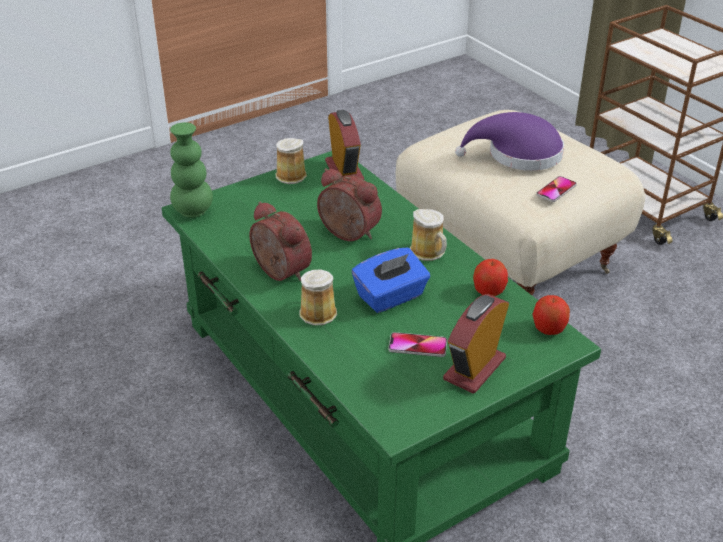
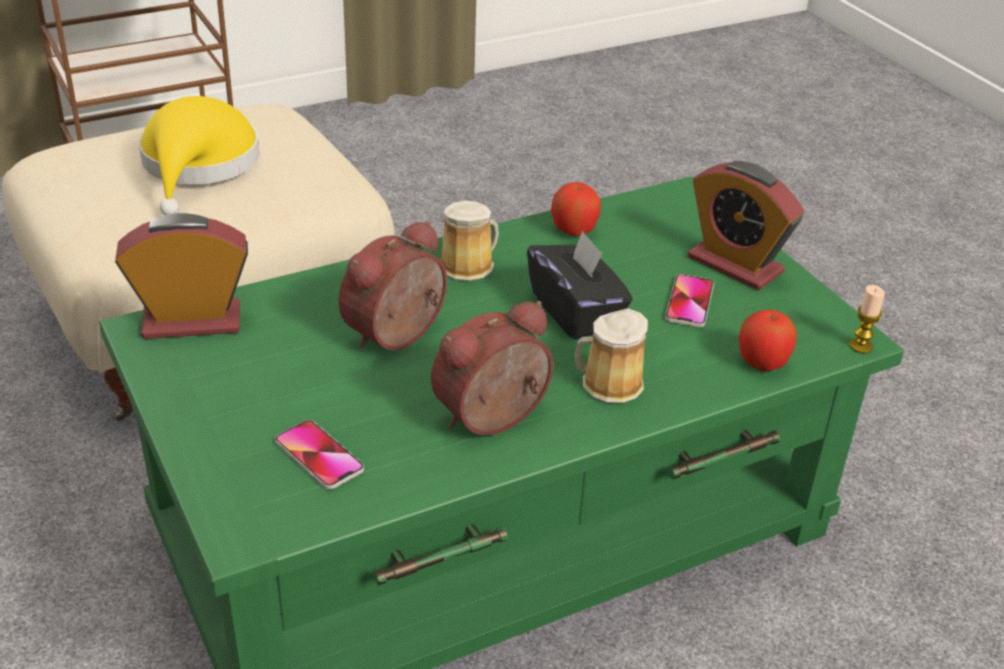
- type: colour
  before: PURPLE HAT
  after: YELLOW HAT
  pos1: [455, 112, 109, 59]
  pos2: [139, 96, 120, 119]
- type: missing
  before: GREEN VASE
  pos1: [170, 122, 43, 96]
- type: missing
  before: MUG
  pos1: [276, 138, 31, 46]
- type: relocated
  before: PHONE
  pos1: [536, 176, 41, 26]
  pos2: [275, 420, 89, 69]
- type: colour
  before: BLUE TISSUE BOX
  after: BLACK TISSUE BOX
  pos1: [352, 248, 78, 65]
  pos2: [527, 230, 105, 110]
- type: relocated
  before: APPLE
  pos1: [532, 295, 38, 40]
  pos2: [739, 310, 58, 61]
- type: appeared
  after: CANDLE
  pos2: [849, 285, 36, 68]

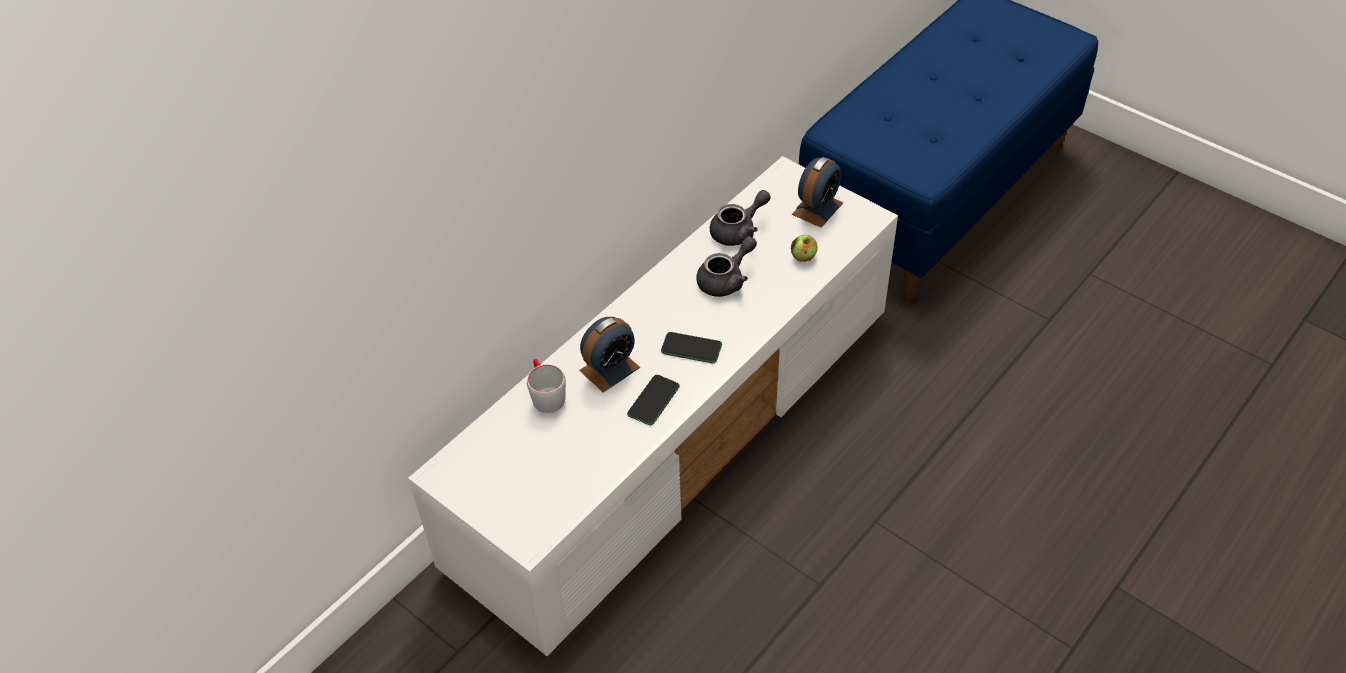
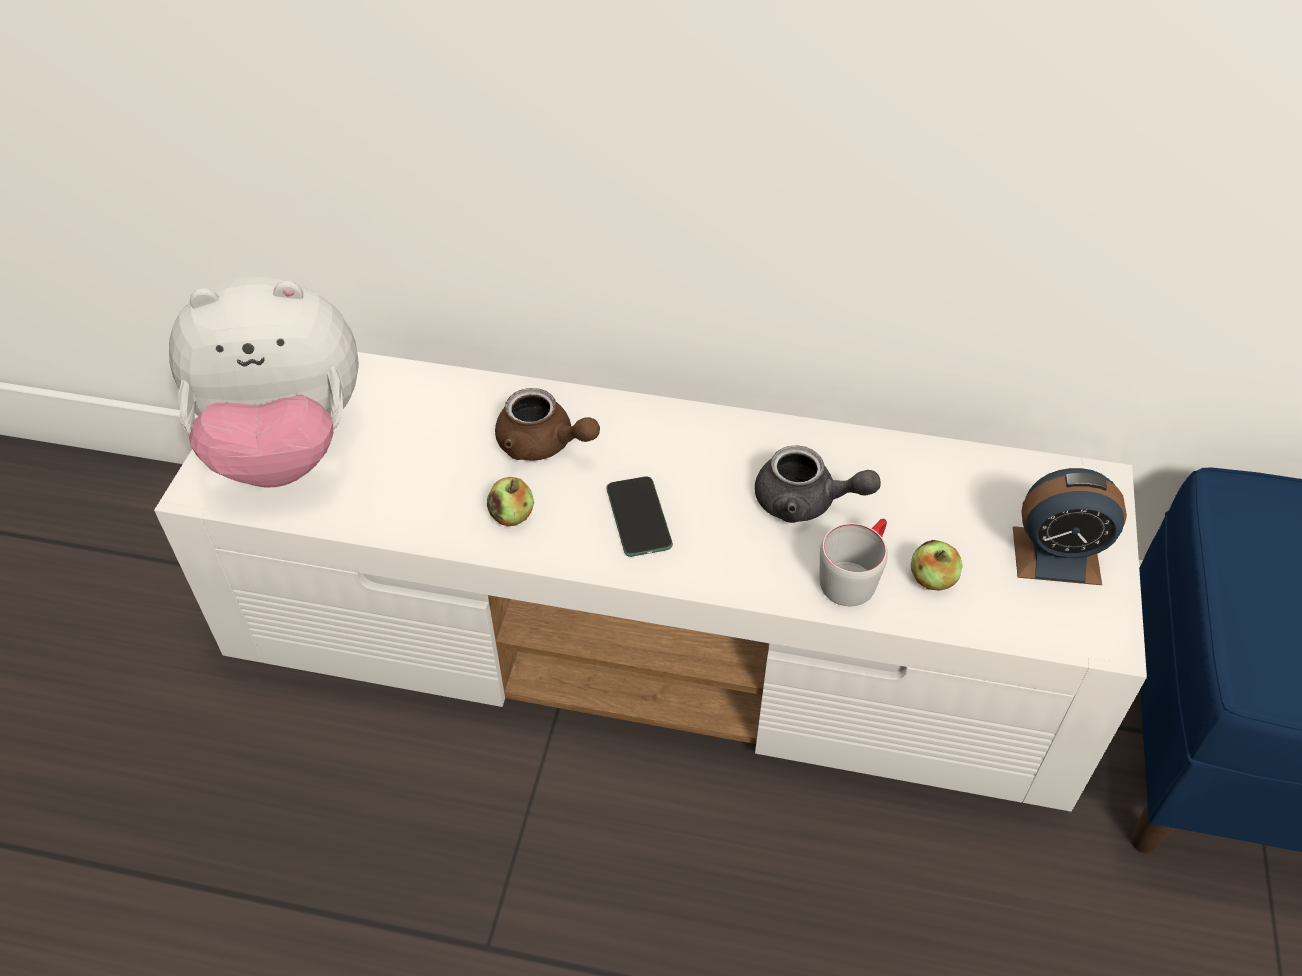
- type: missing
  before: GREY TEAPOT
  pos1: [710, 190, 61, 56]
- type: exchanged
  before: ALARM CLOCK
  after: BROWN TEAPOT
  pos1: [579, 317, 61, 75]
  pos2: [495, 388, 105, 72]
- type: relocated
  before: GREY MUG
  pos1: [527, 359, 39, 54]
  pos2: [820, 519, 68, 87]
- type: exchanged
  before: PHONE
  after: APPLE
  pos1: [627, 375, 53, 50]
  pos2: [487, 477, 47, 49]
- type: appeared
  after: PLUSH TOY
  pos2: [169, 277, 190, 210]

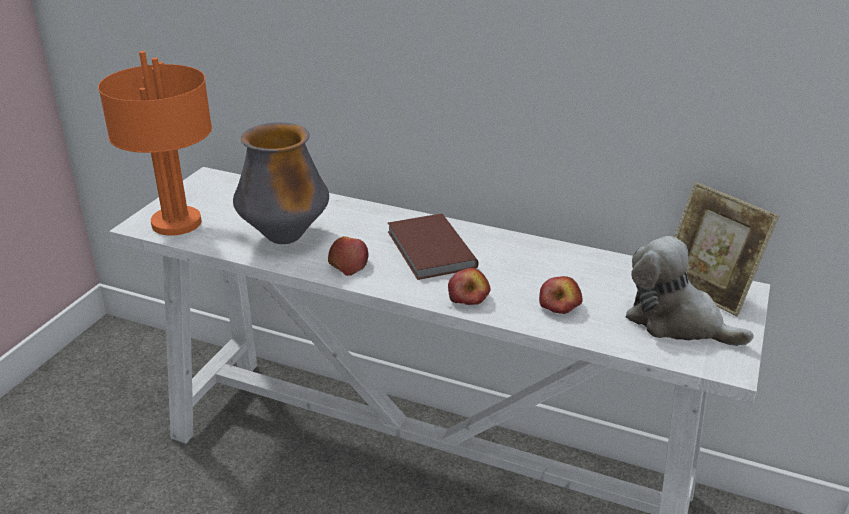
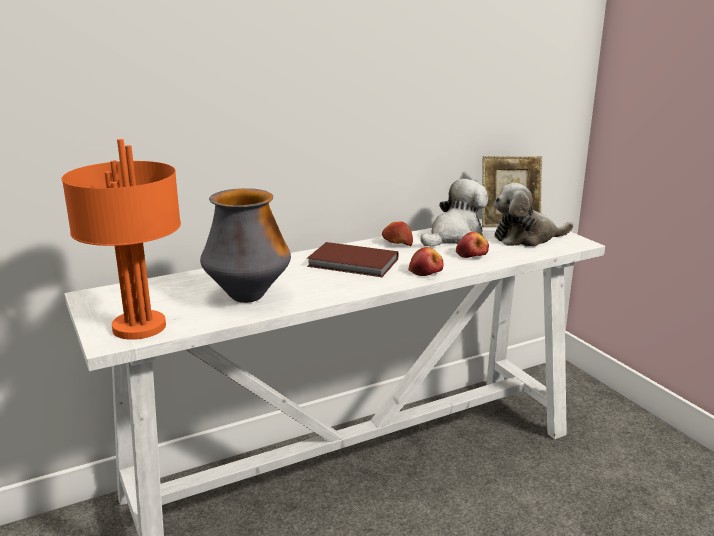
- type: relocated
  before: APPLE
  pos1: [328, 236, 41, 40]
  pos2: [382, 221, 31, 25]
- type: appeared
  after: PLUSH TOY
  pos2: [420, 179, 68, 68]

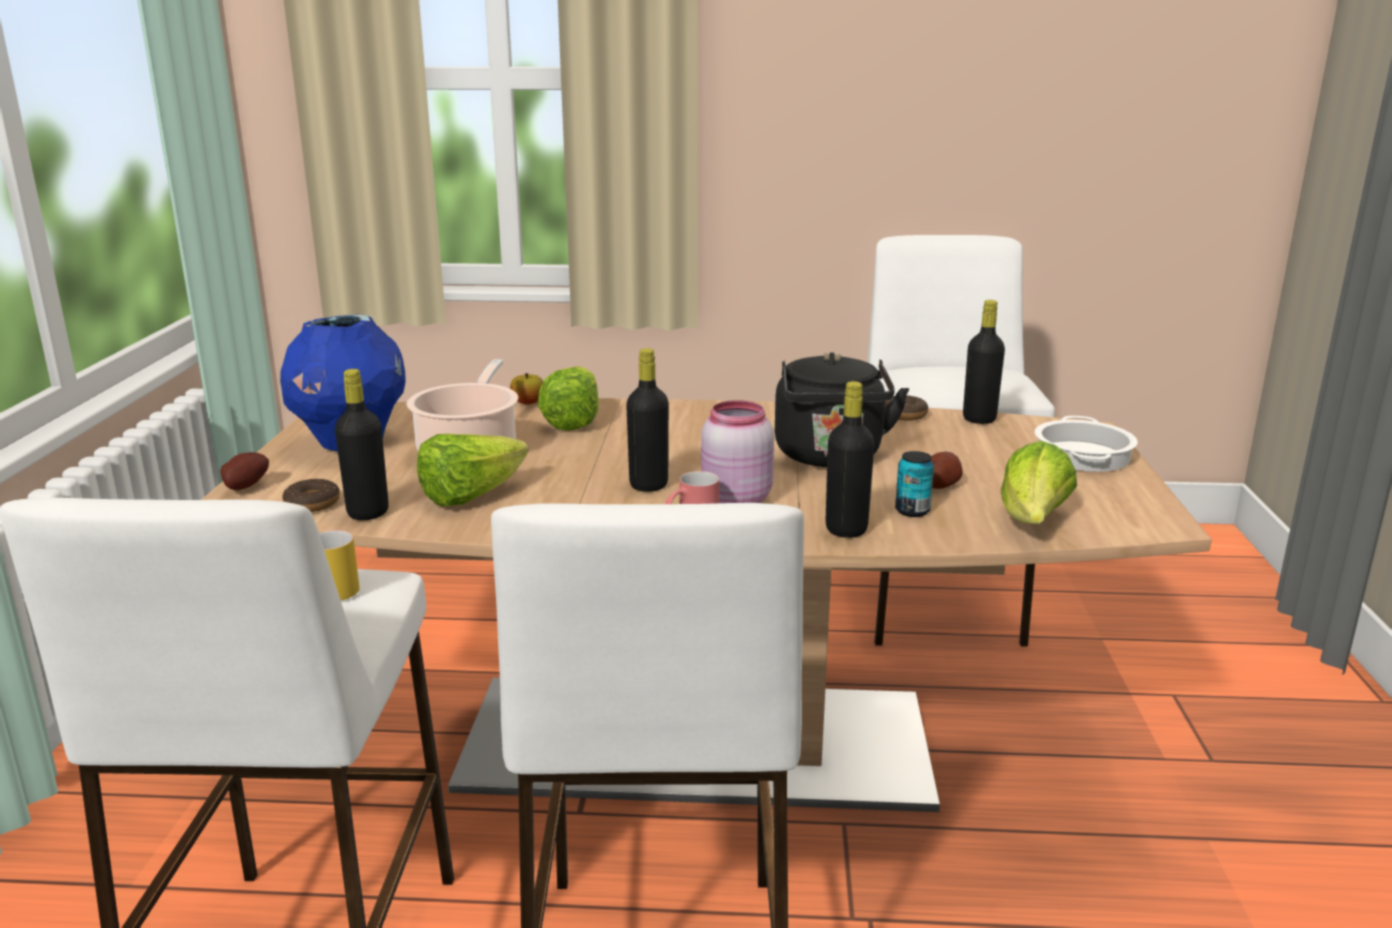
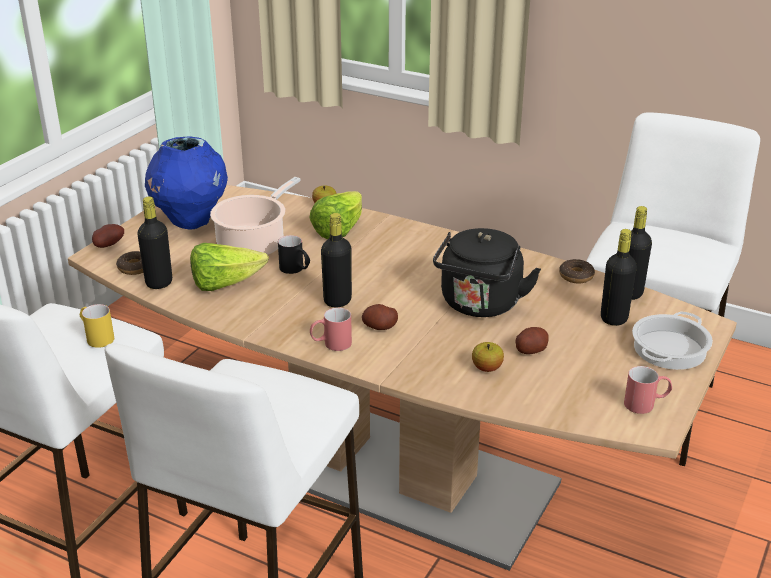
- type: relocated
  before: BLACK BOTTLE
  pos1: [826, 381, 49, 157]
  pos2: [601, 229, 36, 97]
- type: exchanged
  before: PINK JAR
  after: POTATO
  pos1: [701, 400, 73, 103]
  pos2: [362, 304, 36, 26]
- type: missing
  before: LETTUCE
  pos1: [1001, 441, 76, 83]
- type: exchanged
  before: CAN
  after: APPLE
  pos1: [895, 451, 39, 66]
  pos2: [472, 342, 32, 30]
- type: appeared
  after: BLACK MUG
  pos2: [278, 235, 32, 39]
- type: appeared
  after: RED MUG
  pos2: [624, 366, 48, 48]

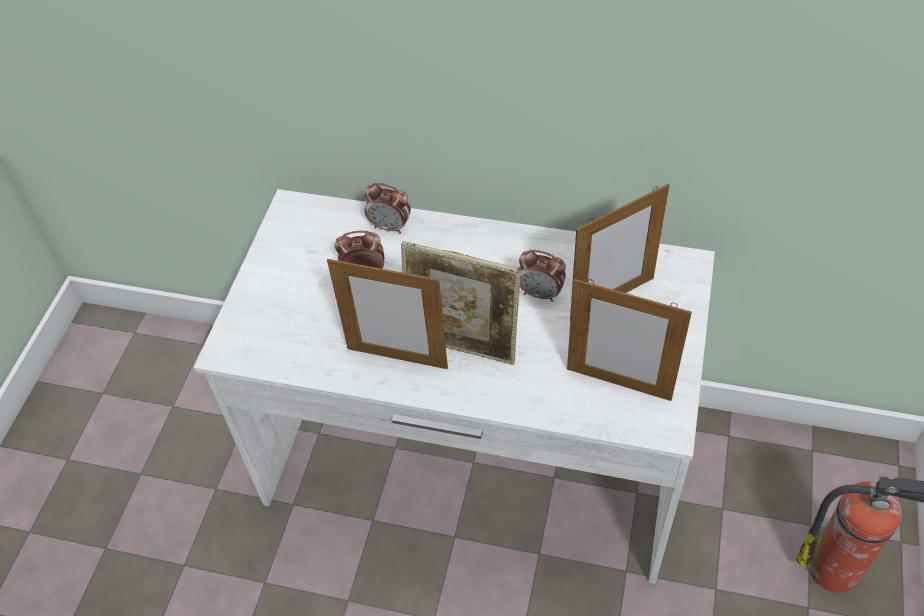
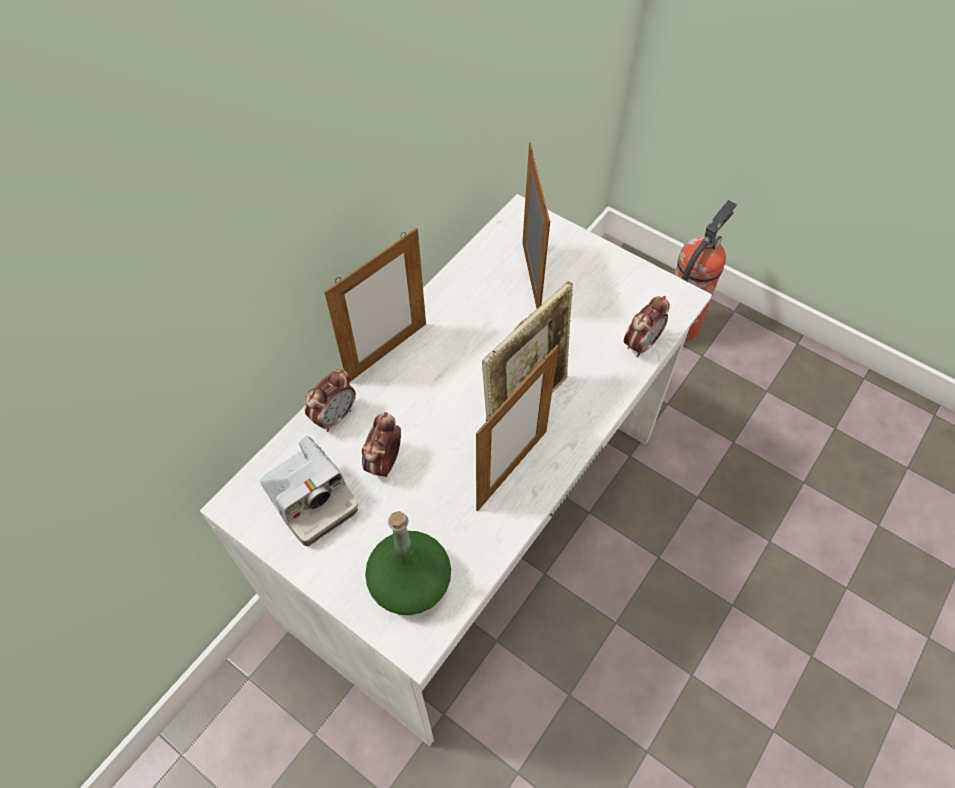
- type: relocated
  before: ALARM CLOCK
  pos1: [519, 250, 47, 52]
  pos2: [624, 296, 46, 62]
- type: relocated
  before: PICTURE FRAME
  pos1: [567, 279, 125, 122]
  pos2: [324, 227, 102, 155]
- type: appeared
  after: PHOTO CAMERA
  pos2: [260, 436, 98, 110]
- type: appeared
  after: GREEN BOTTLE
  pos2: [365, 511, 86, 104]

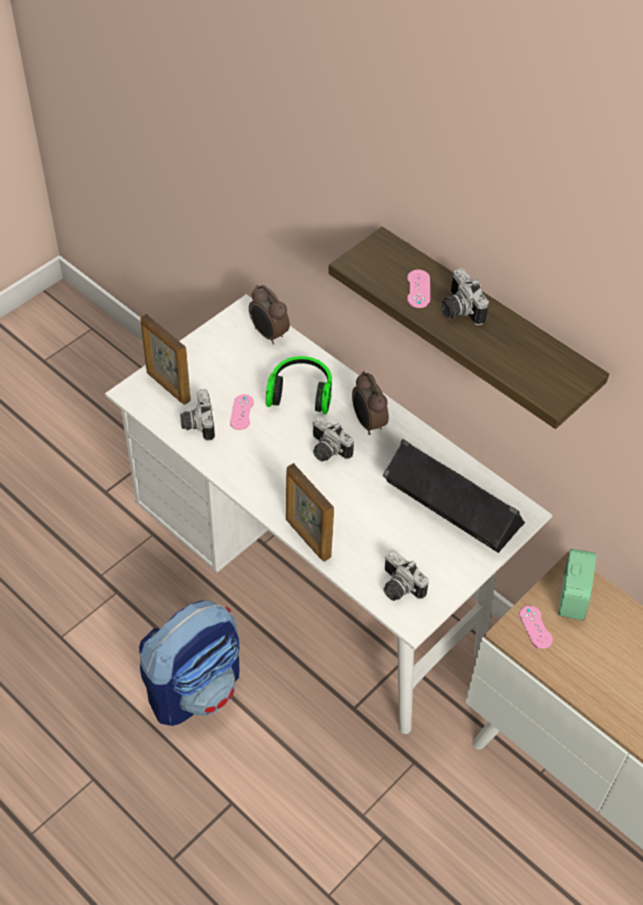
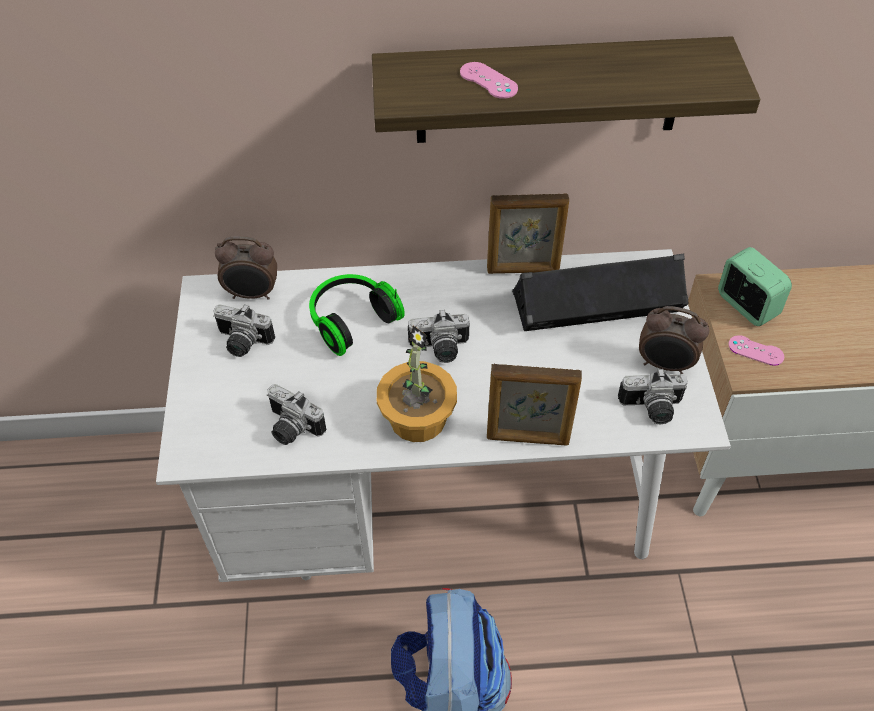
- type: relocated
  before: PHOTO CAMERA
  pos1: [441, 268, 48, 57]
  pos2: [213, 304, 62, 53]
- type: relocated
  before: PICTURE FRAME
  pos1: [140, 314, 51, 91]
  pos2: [487, 194, 82, 80]
- type: relocated
  before: ALARM CLOCK
  pos1: [352, 371, 37, 64]
  pos2: [639, 306, 70, 68]
- type: missing
  before: PINK GAME CONTROLLER
  pos1: [230, 394, 24, 36]
- type: appeared
  after: POTTED PLANT
  pos2: [377, 326, 80, 116]

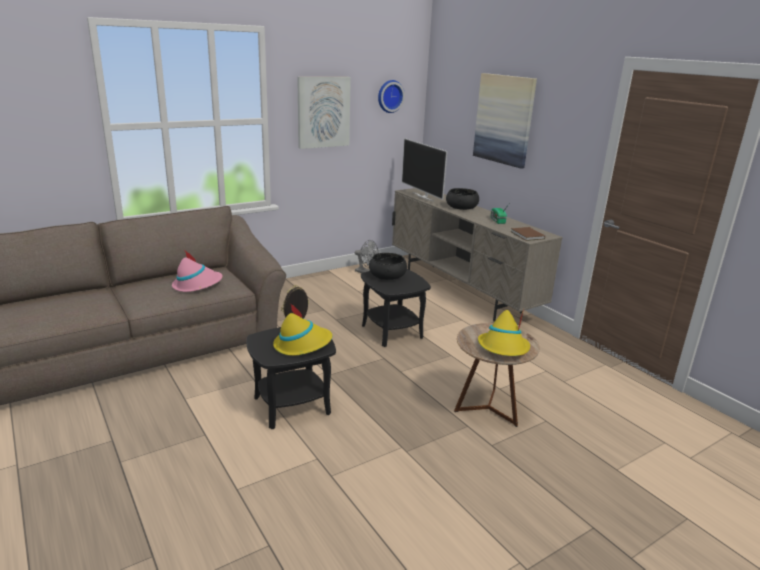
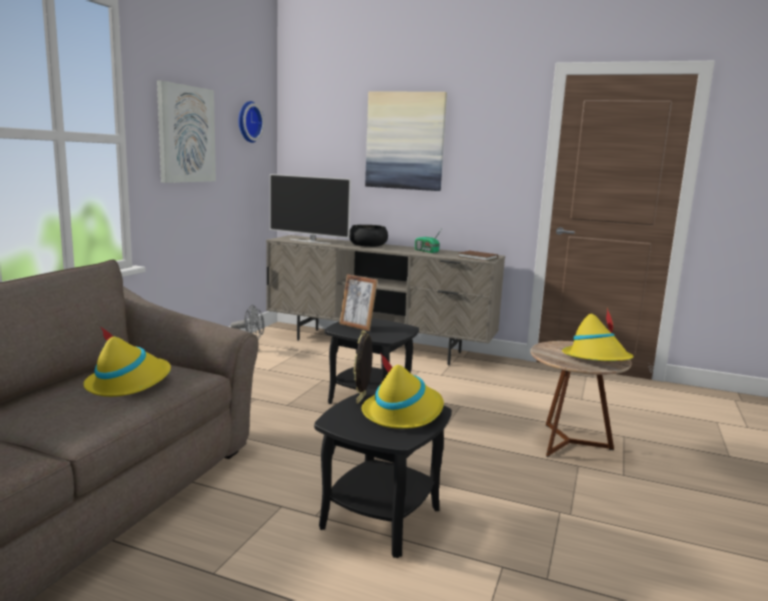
- type: colour
  before: PINK HAT
  after: YELLOW HAT
  pos1: [172, 251, 51, 41]
  pos2: [83, 326, 88, 71]
- type: exchanged
  before: BLACK BOWL
  after: PICTURE FRAME
  pos1: [369, 253, 38, 27]
  pos2: [339, 274, 39, 57]

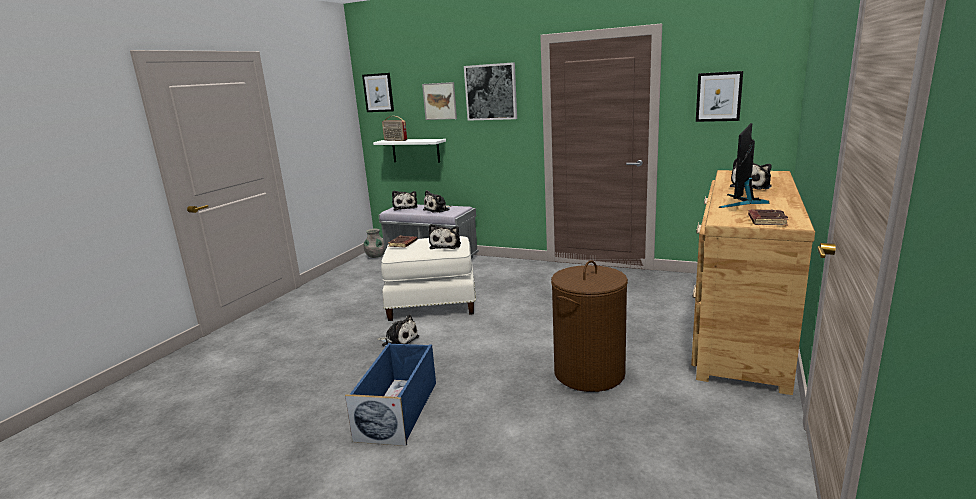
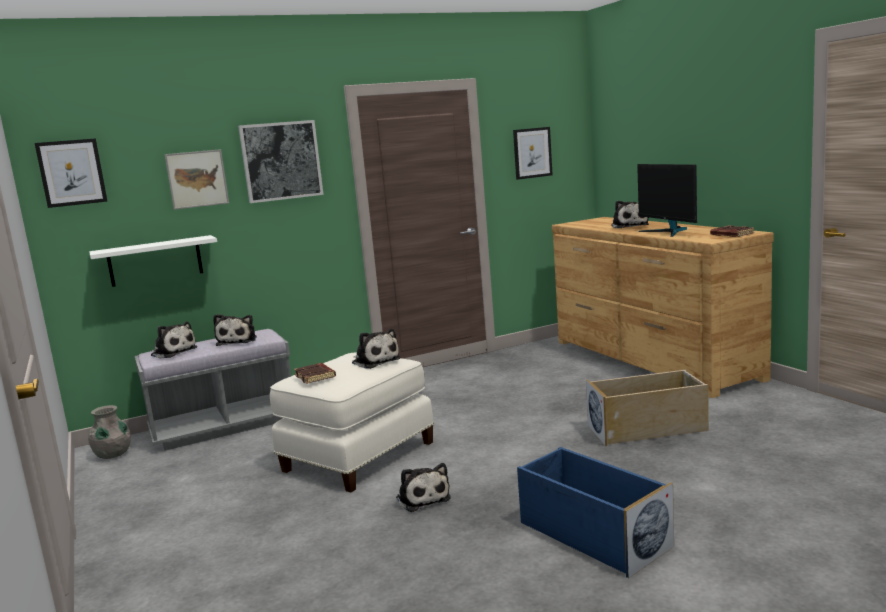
- type: missing
  before: RADIO
  pos1: [382, 116, 25, 25]
- type: exchanged
  before: BROWN LAUNDRY BASKET
  after: BEIGE STORAGE BOX
  pos1: [551, 260, 77, 132]
  pos2: [586, 370, 123, 77]
- type: spun
  before: PLUSH TOY
  pos1: [377, 314, 42, 33]
  pos2: [396, 463, 55, 49]
  turn: 90

